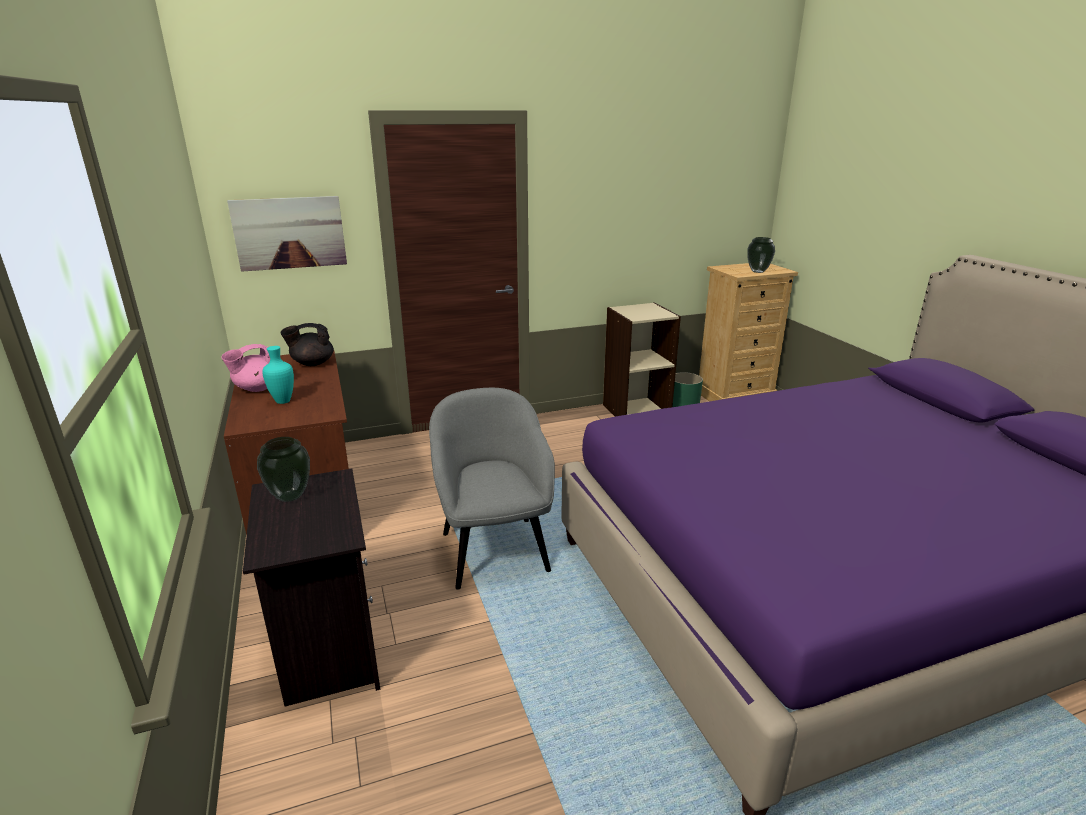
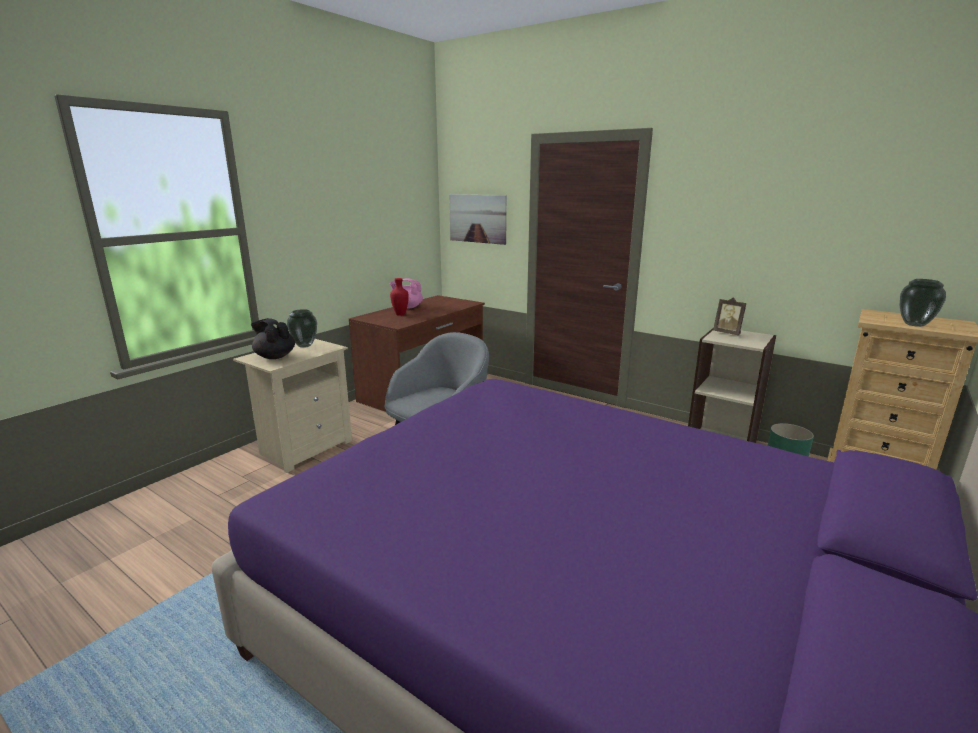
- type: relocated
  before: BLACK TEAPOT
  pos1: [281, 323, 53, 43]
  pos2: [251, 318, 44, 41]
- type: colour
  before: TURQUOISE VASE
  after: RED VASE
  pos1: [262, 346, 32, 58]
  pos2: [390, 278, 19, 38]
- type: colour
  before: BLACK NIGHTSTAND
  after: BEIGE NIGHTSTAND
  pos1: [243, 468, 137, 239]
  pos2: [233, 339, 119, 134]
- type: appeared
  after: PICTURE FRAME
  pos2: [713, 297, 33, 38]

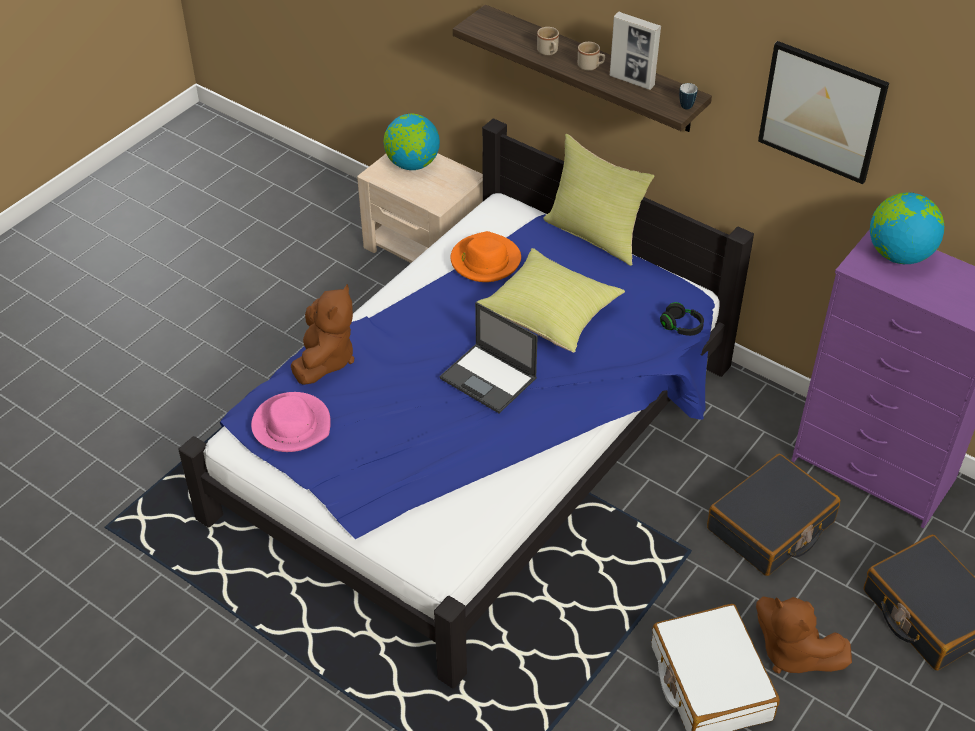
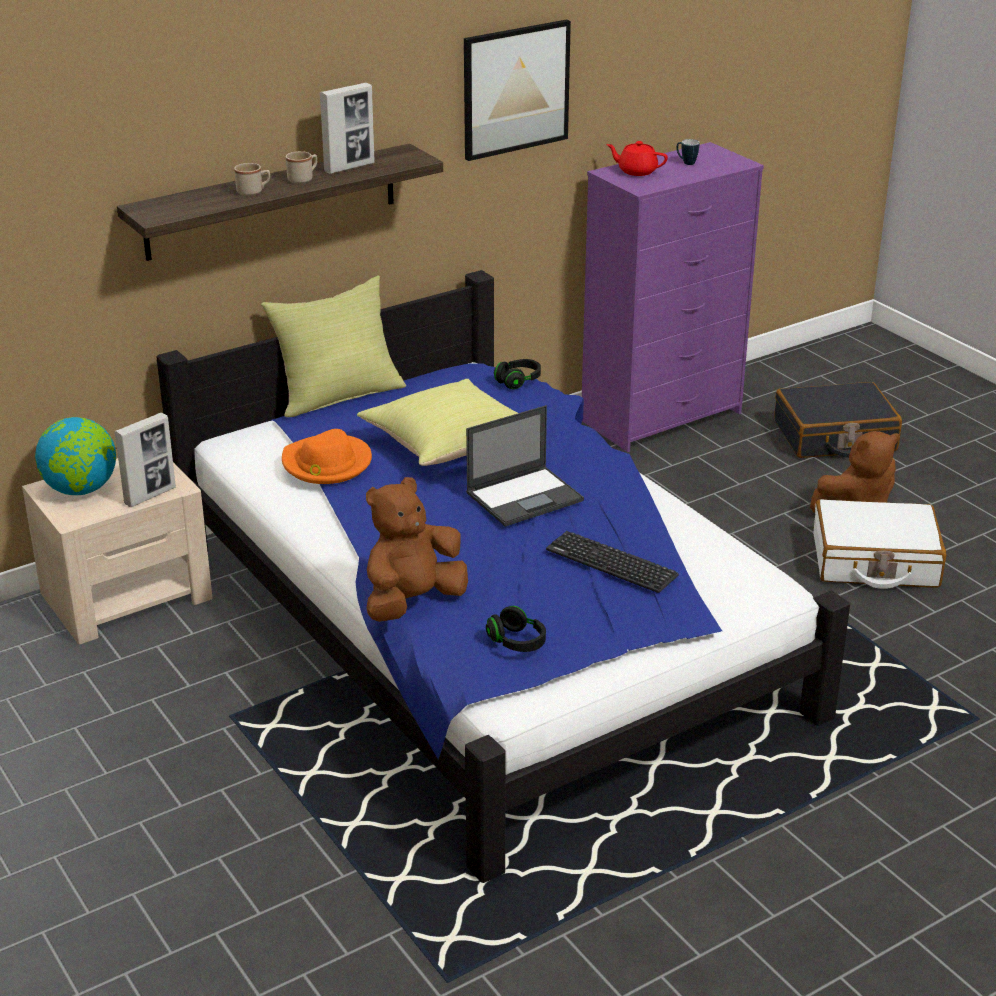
- type: relocated
  before: MUG
  pos1: [679, 83, 19, 26]
  pos2: [677, 139, 22, 26]
- type: exchanged
  before: GLOBE
  after: RED TEAPOT
  pos1: [870, 192, 74, 72]
  pos2: [606, 141, 62, 35]
- type: spun
  before: BROWN PLUSH TOY
  pos1: [291, 284, 63, 101]
  pos2: [366, 477, 102, 145]
  turn: -75
- type: exchanged
  before: PINK HAT
  after: BLACK HEADPHONES
  pos1: [251, 392, 80, 60]
  pos2: [486, 606, 60, 46]
- type: missing
  before: BLACK SUITCASE
  pos1: [707, 454, 133, 122]
- type: appeared
  after: PICTURE FRAME
  pos2: [114, 413, 62, 94]
- type: appeared
  after: KEYBOARD
  pos2: [546, 531, 133, 62]

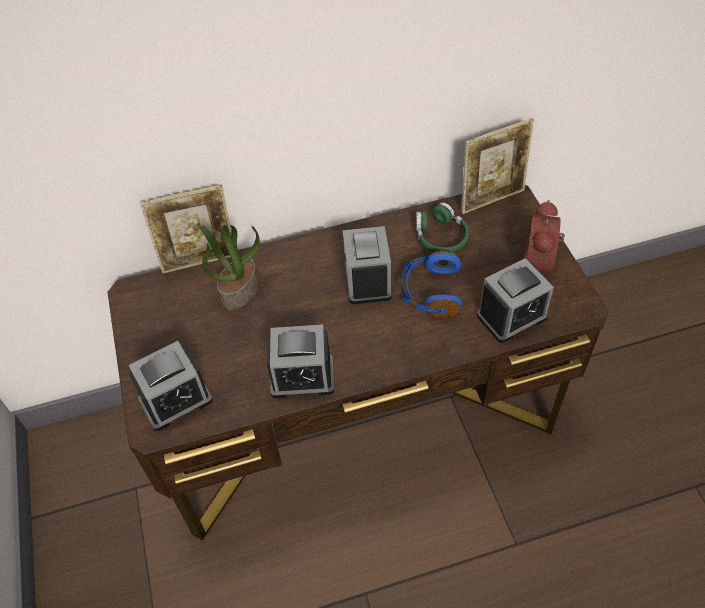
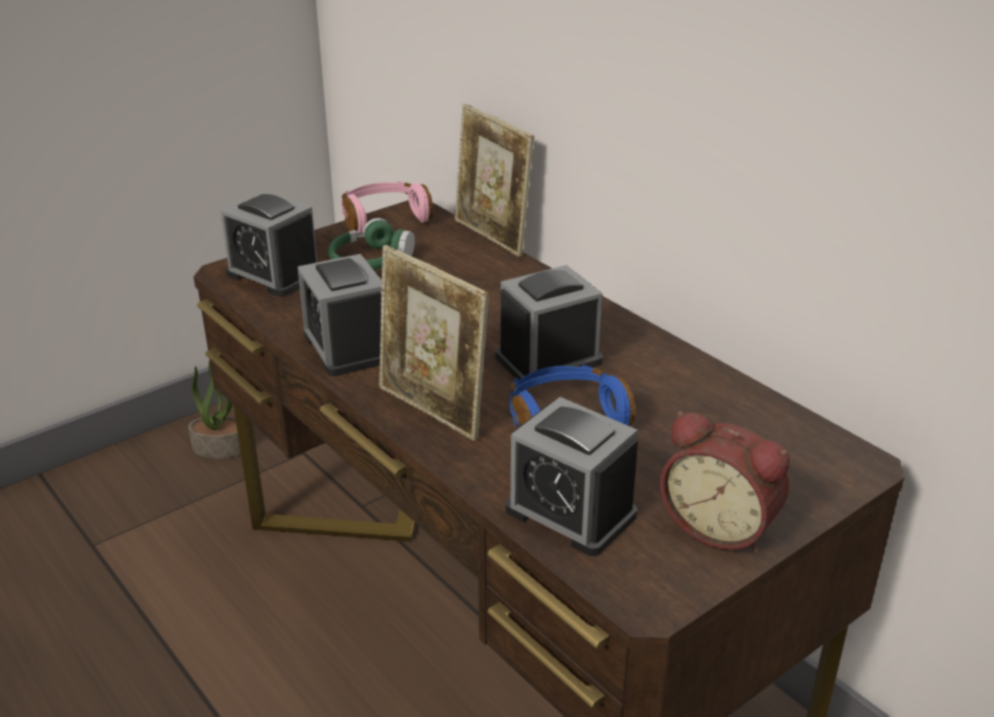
- type: relocated
  before: PICTURE FRAME
  pos1: [461, 118, 73, 96]
  pos2: [379, 245, 110, 196]
- type: spun
  before: ALARM CLOCK
  pos1: [524, 200, 41, 74]
  pos2: [660, 411, 130, 141]
  turn: -135
- type: relocated
  before: GREEN HEADPHONES
  pos1: [416, 202, 54, 50]
  pos2: [328, 218, 87, 52]
- type: relocated
  before: POTTED PLANT
  pos1: [200, 225, 60, 85]
  pos2: [188, 360, 53, 99]
- type: appeared
  after: PINK HEADPHONES
  pos2: [341, 181, 92, 52]

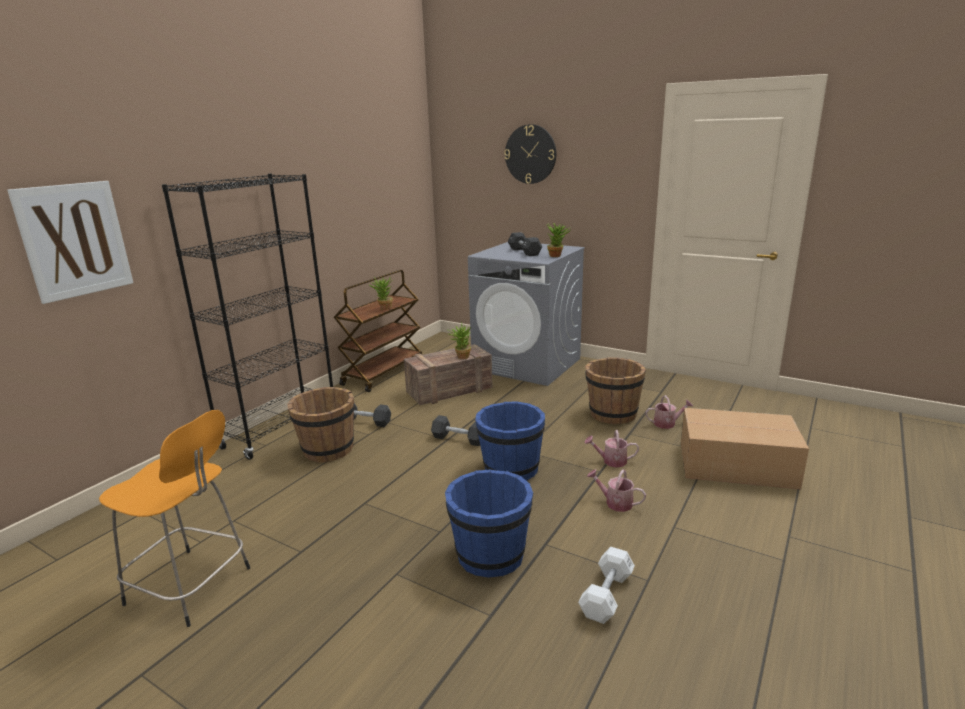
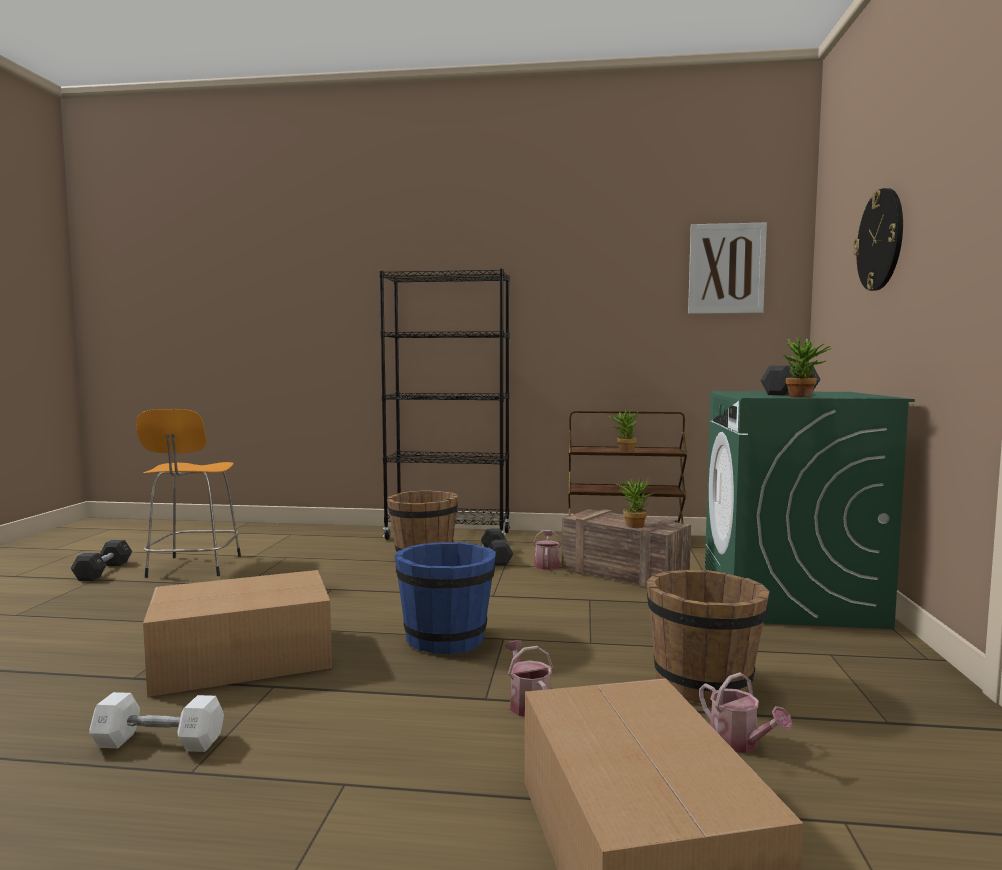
- type: relocated
  before: PICTURE
  pos1: [7, 181, 126, 123]
  pos2: [688, 222, 79, 92]
- type: colour
  before: GREY WASHING MACHINE
  after: GREEN WASHING MACHINE
  pos1: [468, 242, 117, 144]
  pos2: [705, 391, 210, 238]
- type: relocated
  before: BLACK DUMBBELL
  pos1: [431, 415, 49, 31]
  pos2: [71, 540, 61, 41]
- type: exchanged
  before: BLUE BUCKET
  after: CARDBOARD BOX
  pos1: [445, 469, 88, 109]
  pos2: [143, 570, 189, 127]
- type: relocated
  before: WATERING CAN
  pos1: [587, 469, 59, 43]
  pos2: [533, 530, 28, 40]

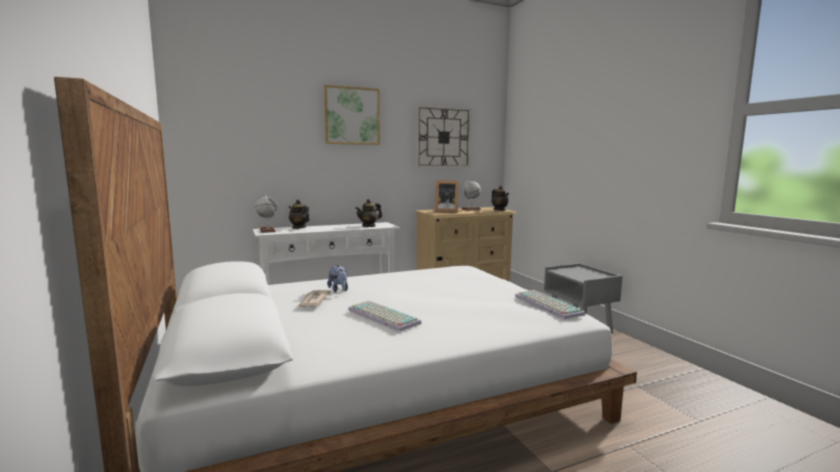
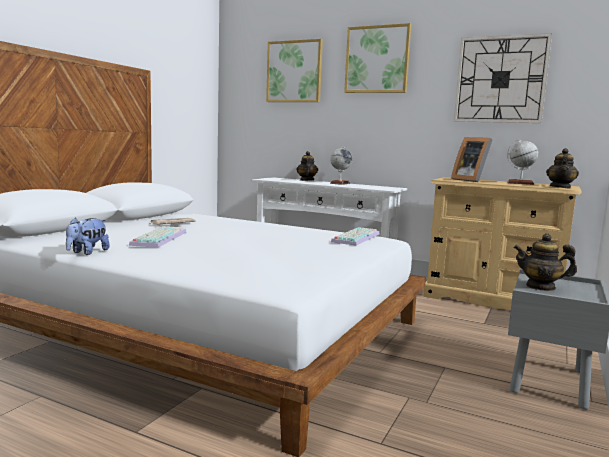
- type: relocated
  before: GLOBE
  pos1: [255, 195, 23, 38]
  pos2: [330, 147, 22, 38]
- type: relocated
  before: TEAPOT
  pos1: [355, 199, 27, 28]
  pos2: [514, 233, 63, 58]
- type: relocated
  before: PLUSH TOY
  pos1: [327, 265, 21, 27]
  pos2: [66, 217, 44, 38]
- type: relocated
  before: KEYBOARD
  pos1: [515, 290, 71, 29]
  pos2: [331, 227, 48, 19]
- type: appeared
  after: PICTURE
  pos2: [266, 39, 57, 63]

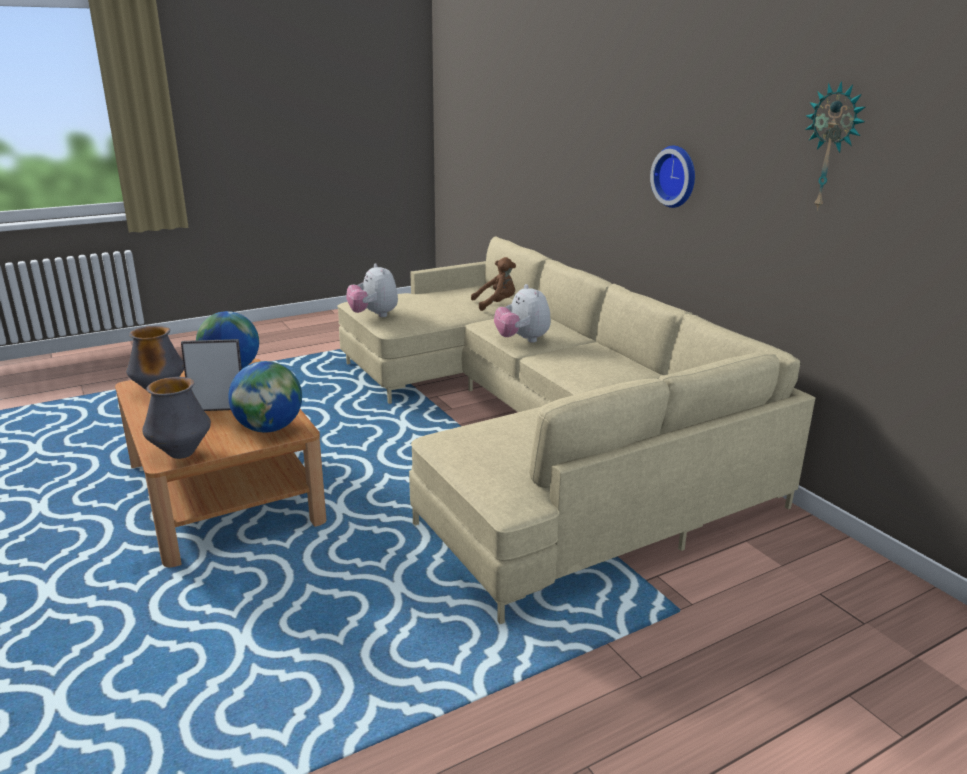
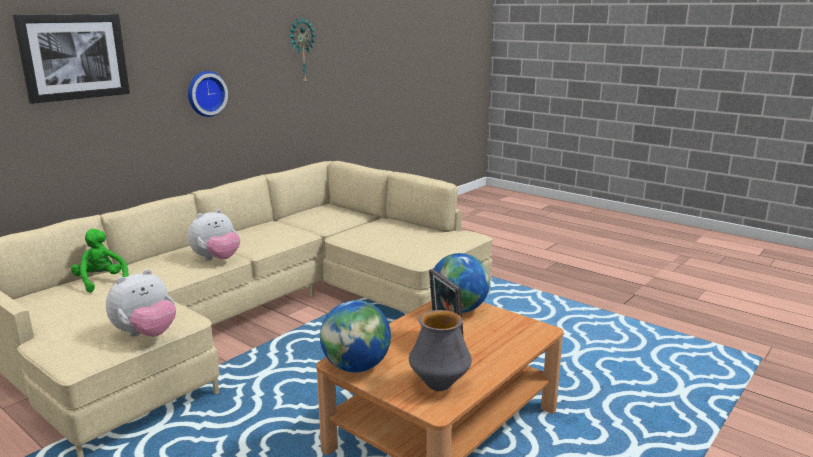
- type: colour
  before: BROWN PLUSH TOY
  after: GREEN PLUSH TOY
  pos1: [471, 257, 45, 54]
  pos2: [71, 229, 58, 64]
- type: missing
  before: VASE
  pos1: [142, 377, 69, 82]
- type: appeared
  after: PICTURE
  pos2: [13, 14, 117, 90]

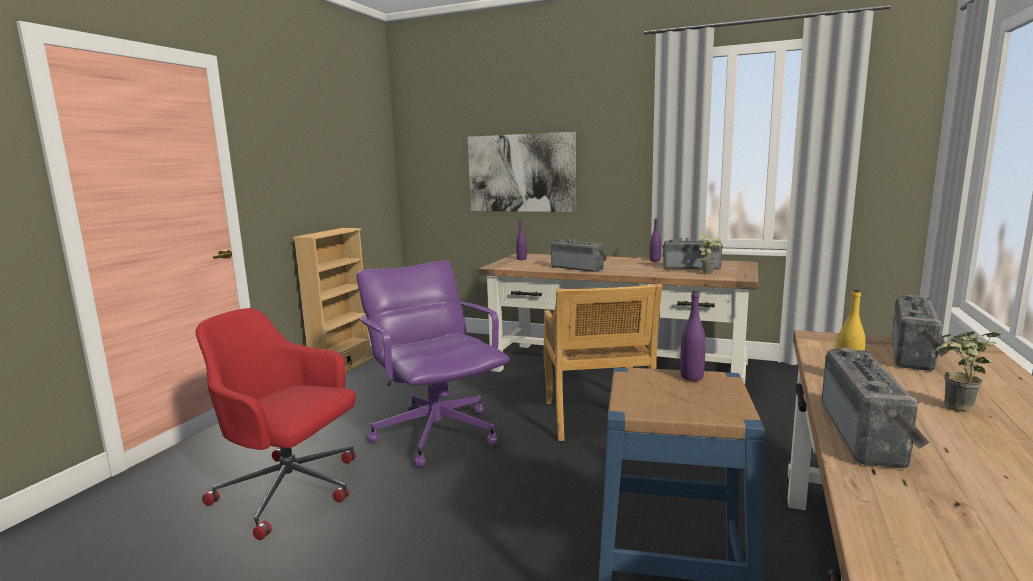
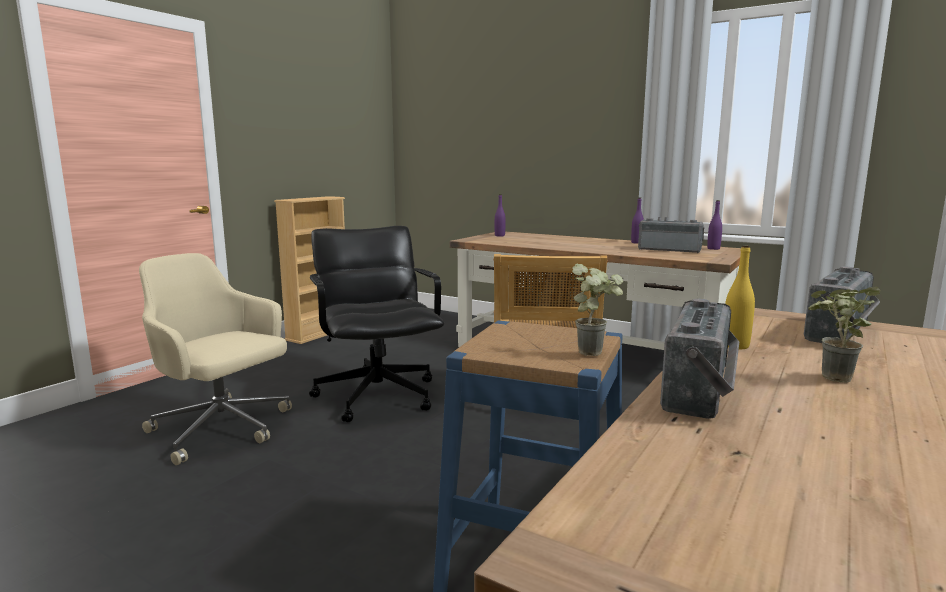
- type: missing
  before: PICTURE
  pos1: [468, 132, 108, 80]
- type: relocated
  before: POTTED PLANT
  pos1: [698, 234, 24, 41]
  pos2: [572, 264, 51, 92]
- type: missing
  before: RADIO
  pos1: [551, 238, 56, 34]
- type: colour
  before: PURPLE OFFICE CHAIR
  after: BLACK OFFICE CHAIR
  pos1: [357, 260, 153, 207]
  pos2: [309, 226, 135, 196]
- type: relocated
  before: PURPLE BOTTLE
  pos1: [680, 290, 26, 91]
  pos2: [707, 200, 15, 50]
- type: colour
  before: RED OFFICE CHAIR
  after: BEIGE OFFICE CHAIR
  pos1: [195, 308, 161, 232]
  pos2: [139, 253, 153, 212]

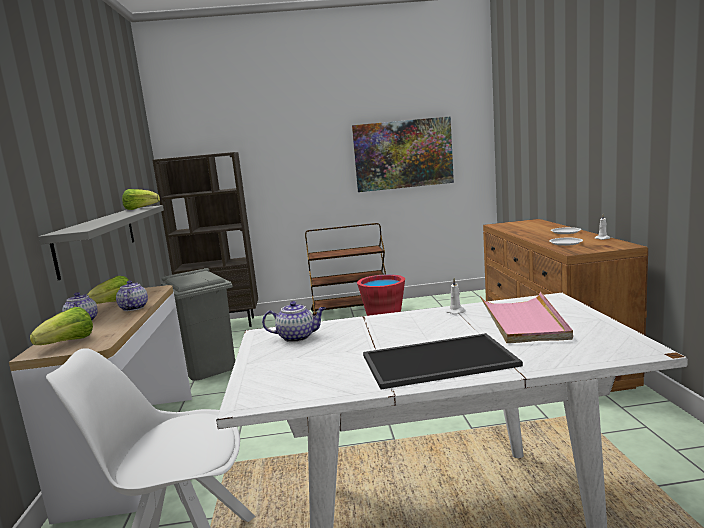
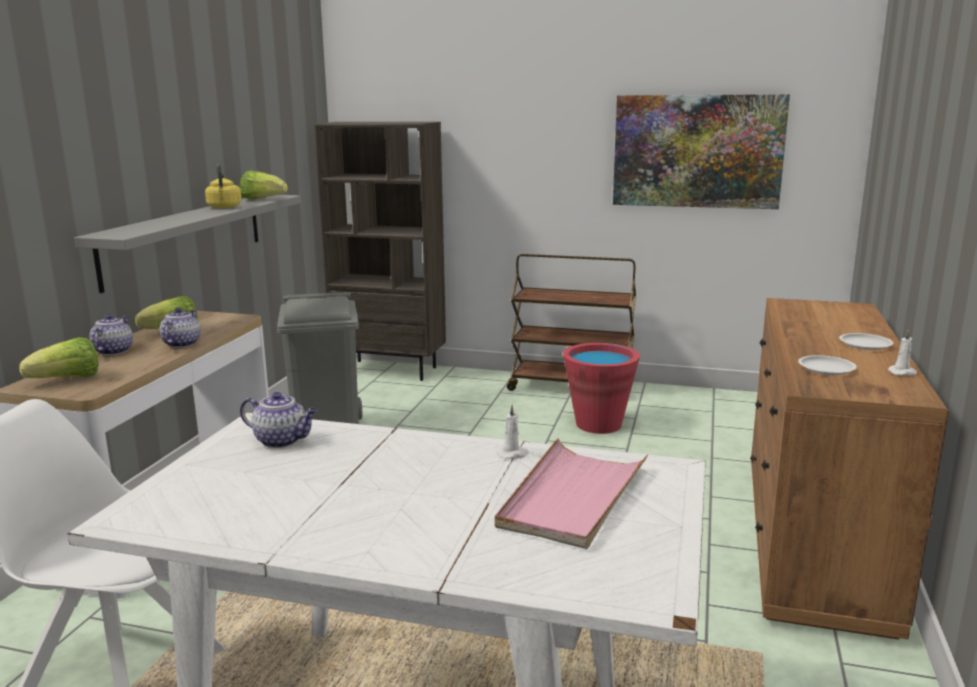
- type: missing
  before: TRAY
  pos1: [363, 333, 160, 56]
- type: appeared
  after: YELLOW KETTLE
  pos2: [205, 164, 37, 45]

